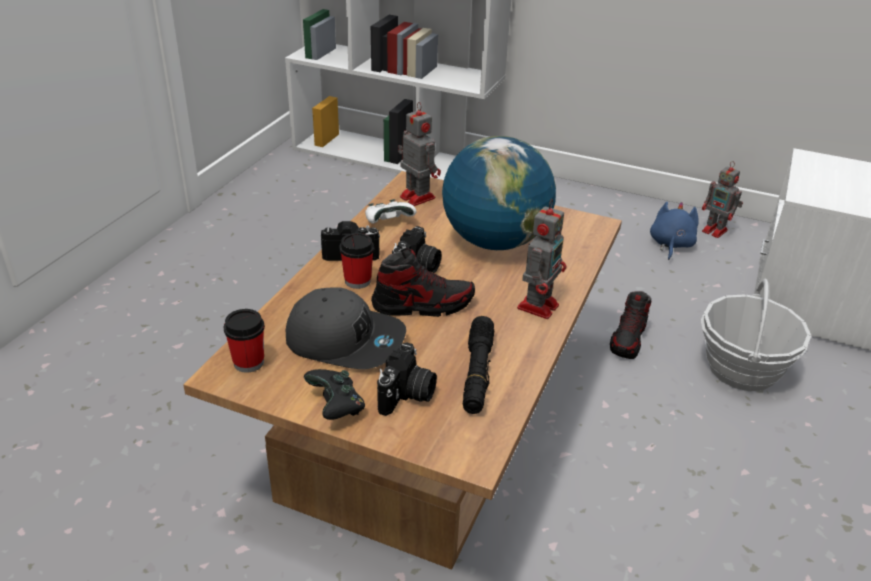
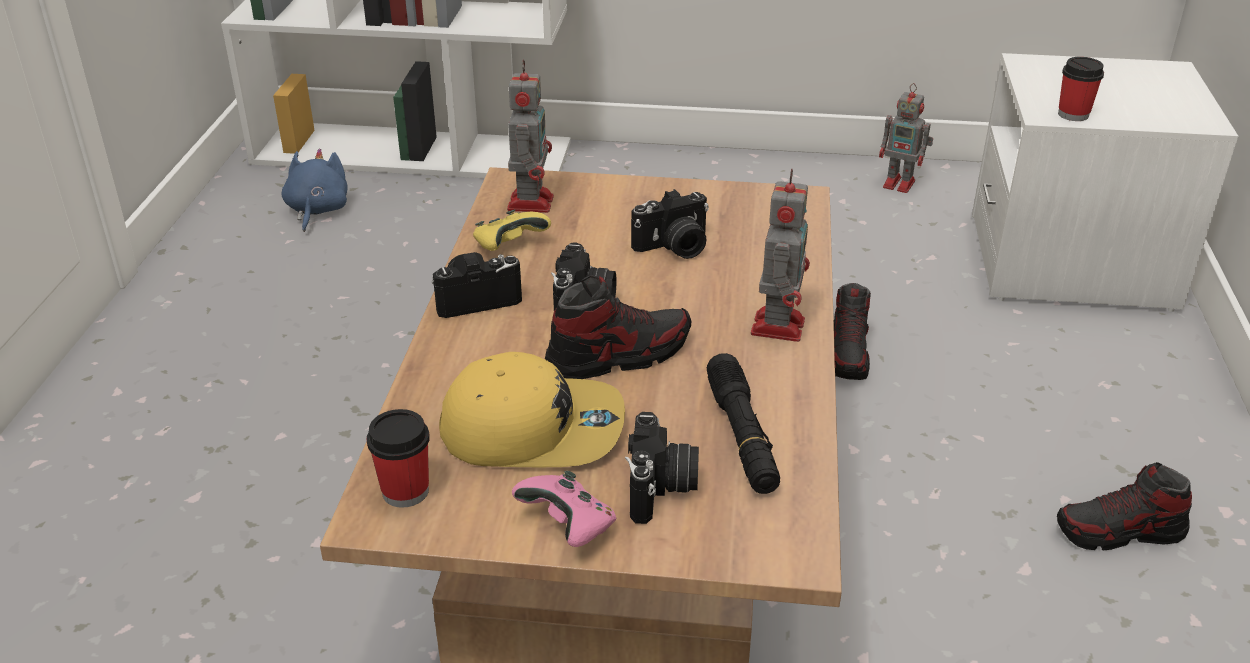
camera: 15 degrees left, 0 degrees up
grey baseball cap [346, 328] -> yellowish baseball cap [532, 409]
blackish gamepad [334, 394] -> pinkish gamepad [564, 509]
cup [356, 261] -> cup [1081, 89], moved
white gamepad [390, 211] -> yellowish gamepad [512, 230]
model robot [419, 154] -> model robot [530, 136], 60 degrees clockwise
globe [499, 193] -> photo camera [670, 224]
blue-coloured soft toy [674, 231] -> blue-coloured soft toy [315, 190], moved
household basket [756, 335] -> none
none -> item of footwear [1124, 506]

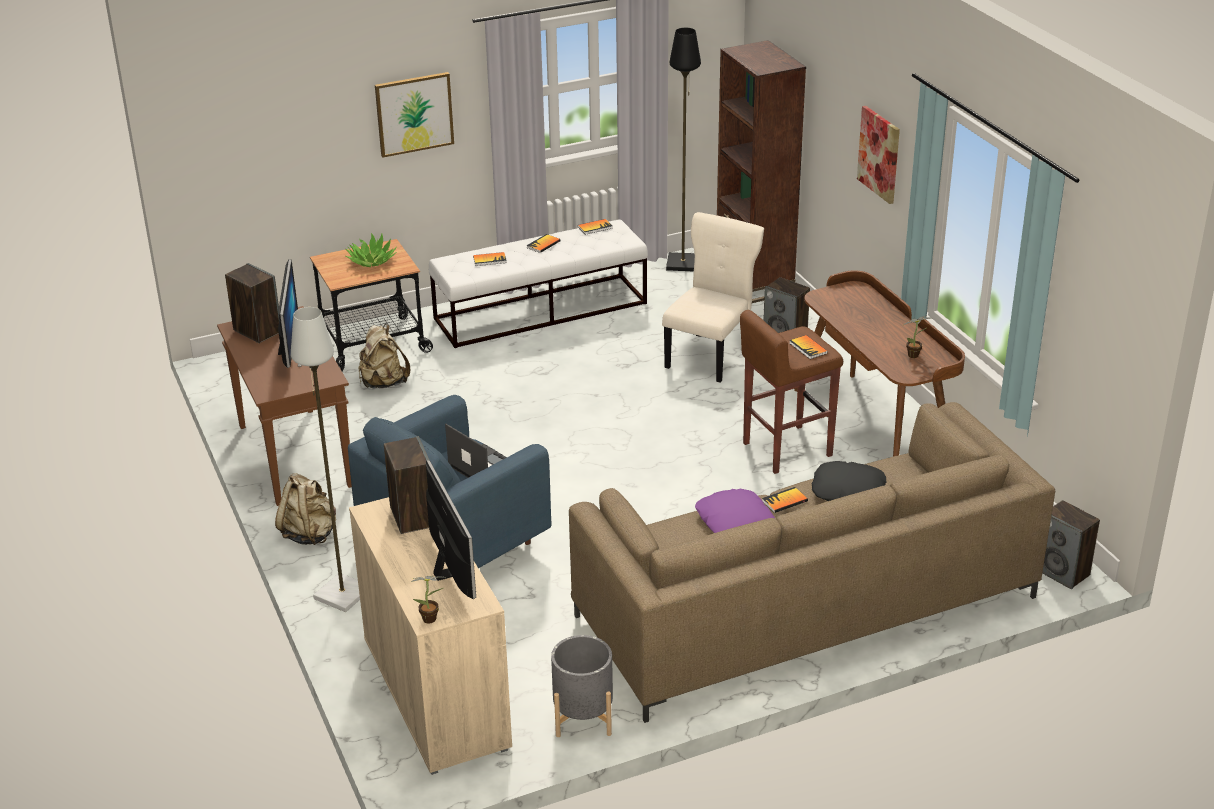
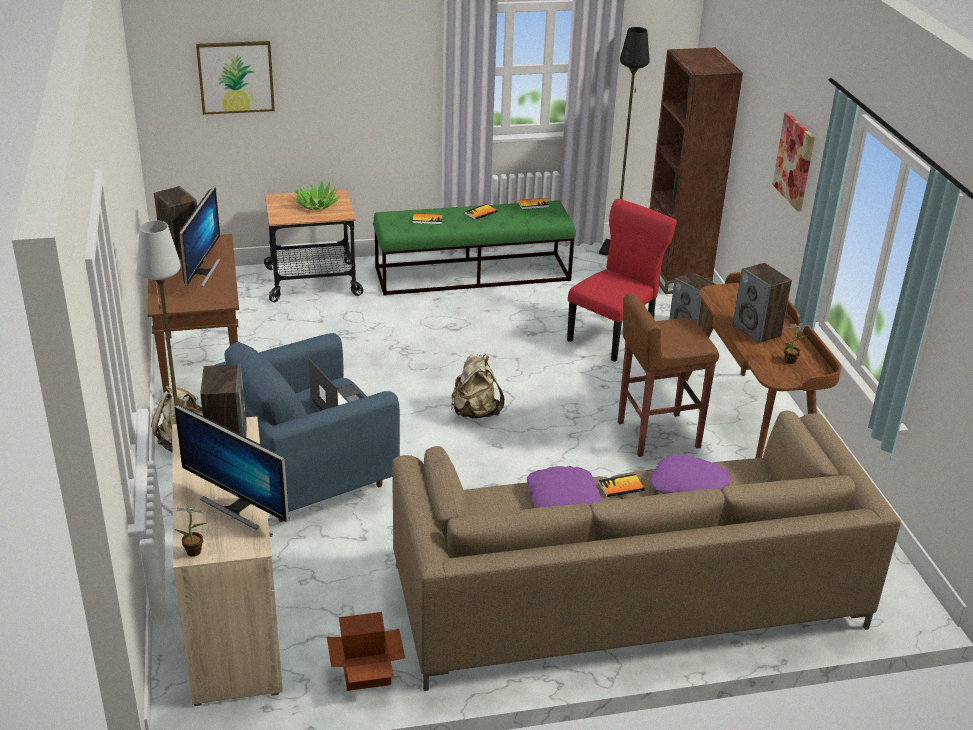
camera: 10 degrees right, 0 degrees up
beige knapsack [384, 356] -> beige knapsack [477, 385], moved
picture [414, 114] -> picture [235, 78], moved
computer screen [451, 529] -> computer screen [232, 467], 135 degrees clockwise
white indoor bench [538, 283] -> greenish indoor bench [474, 248]
grey flower pot [582, 686] -> cardboard box [366, 651]
beige plain chair [713, 297] -> red plain chair [622, 280]
bound book [808, 347] -> none
blackish pillow [849, 481] -> purplish pillow [690, 474]
speaker [1071, 544] -> speaker [762, 303], moved

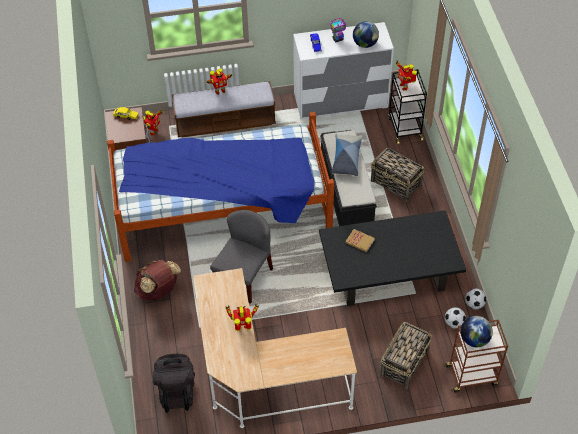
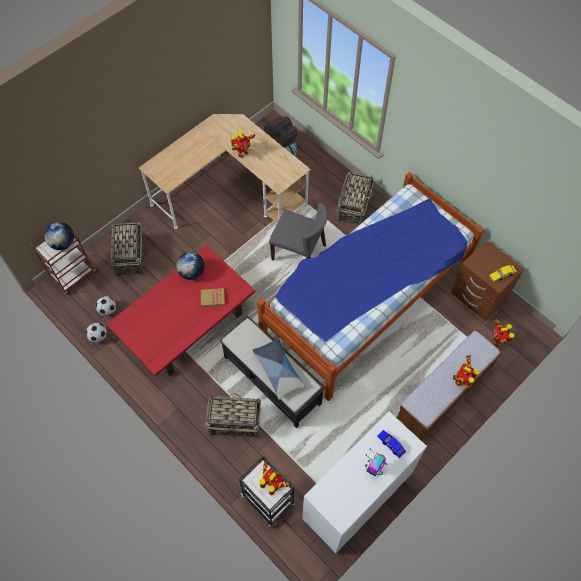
camera: 145 degrees right, 10 degrees up
brownish knapsack [157, 280] -> household basket [355, 198]
grey plain chair [241, 257] -> grey plain chair [298, 232], 60 degrees counterclockwise
blackish low table [392, 258] -> red low table [181, 310]
globe [366, 34] -> globe [190, 266], moved

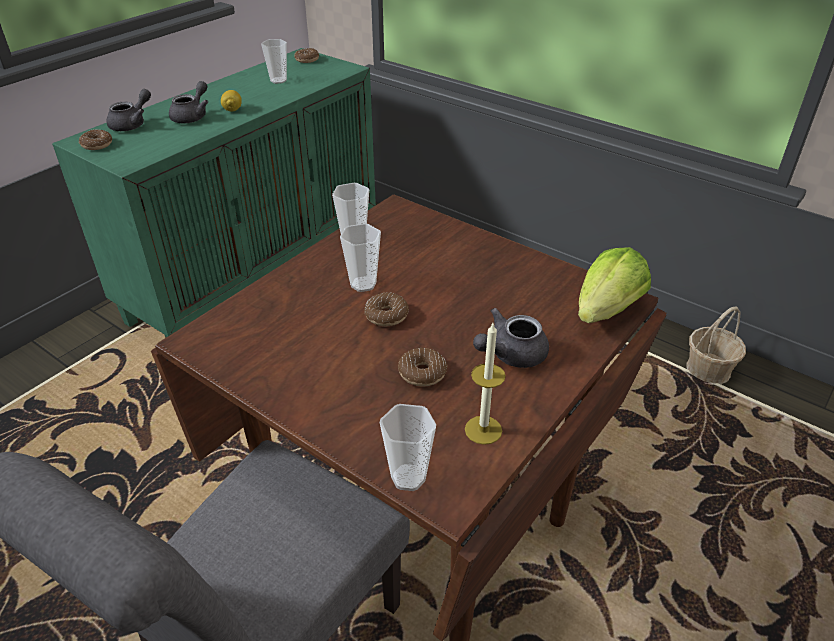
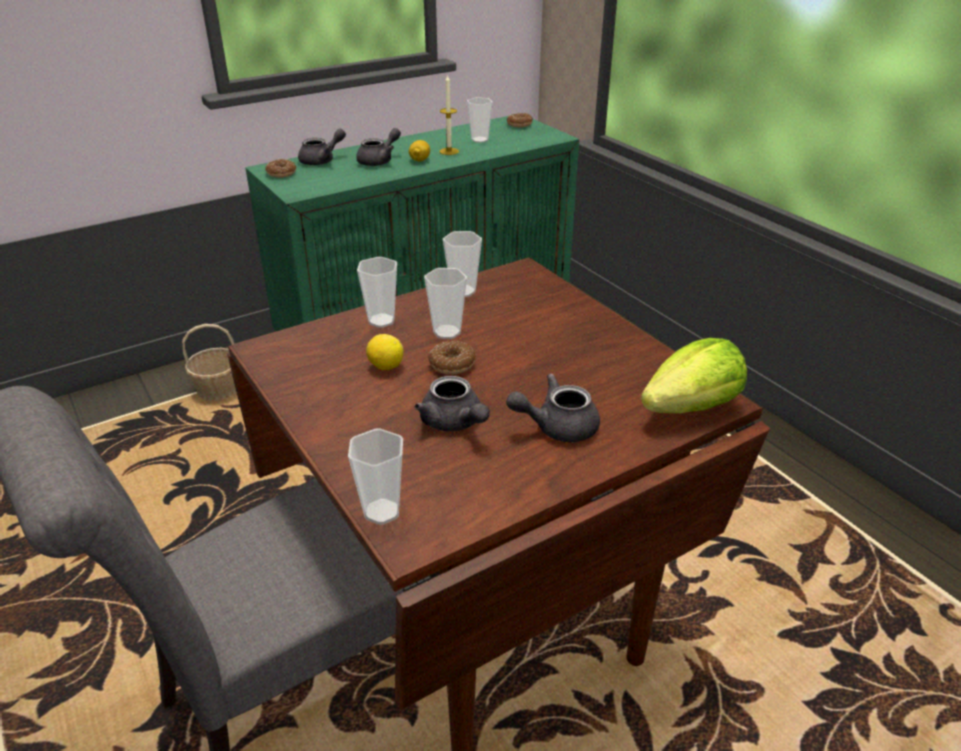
camera: 20 degrees right, 5 degrees down
doughnut [422, 367] -> grey teapot [452, 404]
candle [485, 384] -> candle [449, 114], moved
household basket [716, 345] -> household basket [209, 362], moved
none -> cup [377, 292]
none -> citrus fruit [384, 352]

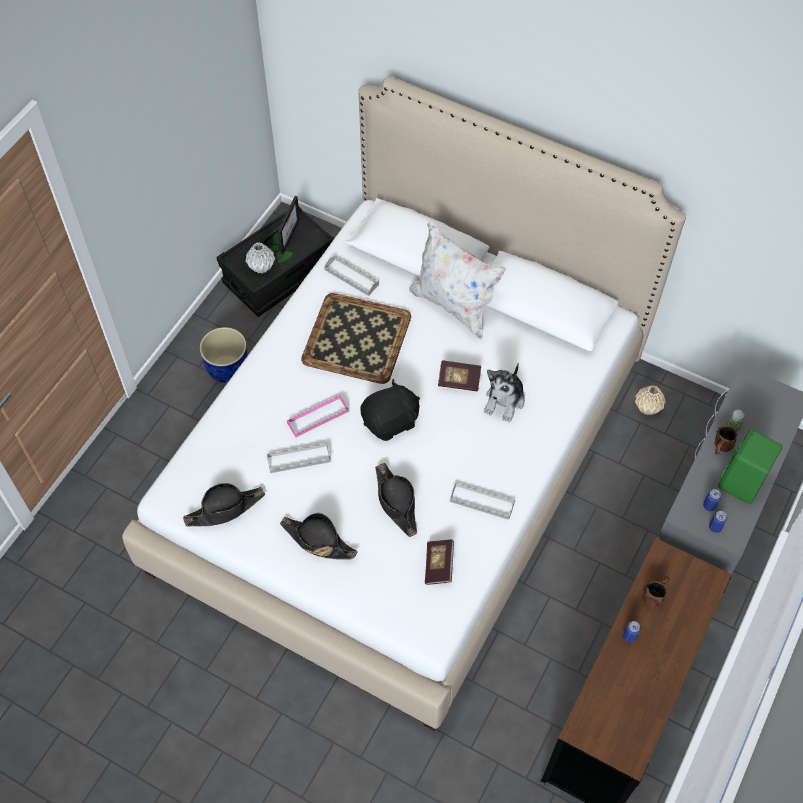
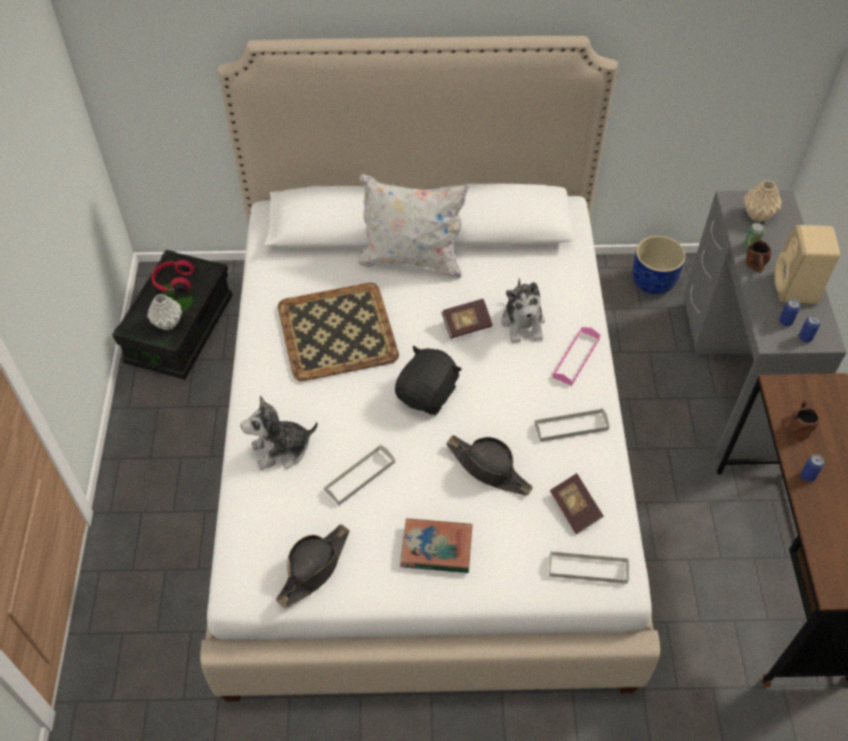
camera: 30 degrees left, 5 degrees down
blue-coloured flower pot [223, 355] -> blue-coloured flower pot [659, 265], moved
picture frame [281, 225] -> red headphones [172, 276]
blackish hat [319, 536] -> bound book [436, 545]
pinkish serving tray [318, 416] -> pinkish serving tray [576, 356], moved
grey serving tray [351, 276] -> grey serving tray [589, 567], moved
beige decorative vase [650, 400] -> beige decorative vase [763, 201], moved
greenish speaker [750, 466] -> beige speaker [807, 264]
none -> soft toy [279, 432]

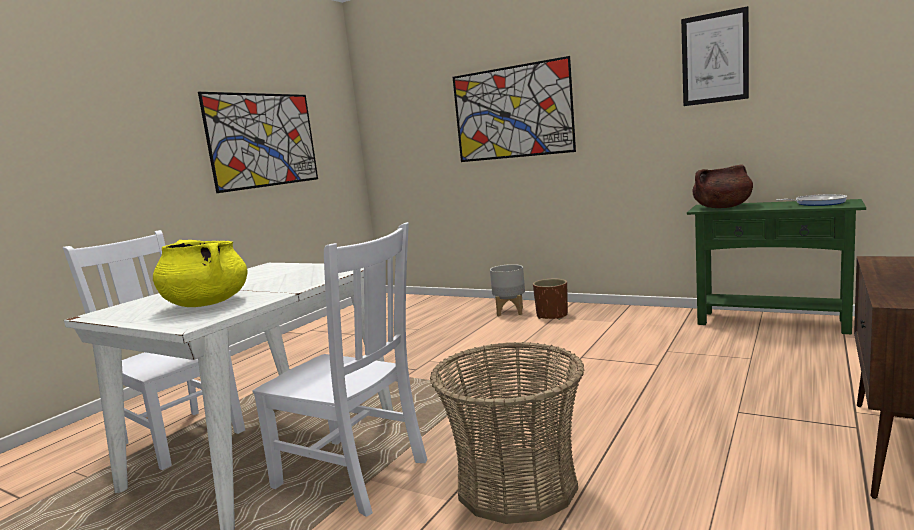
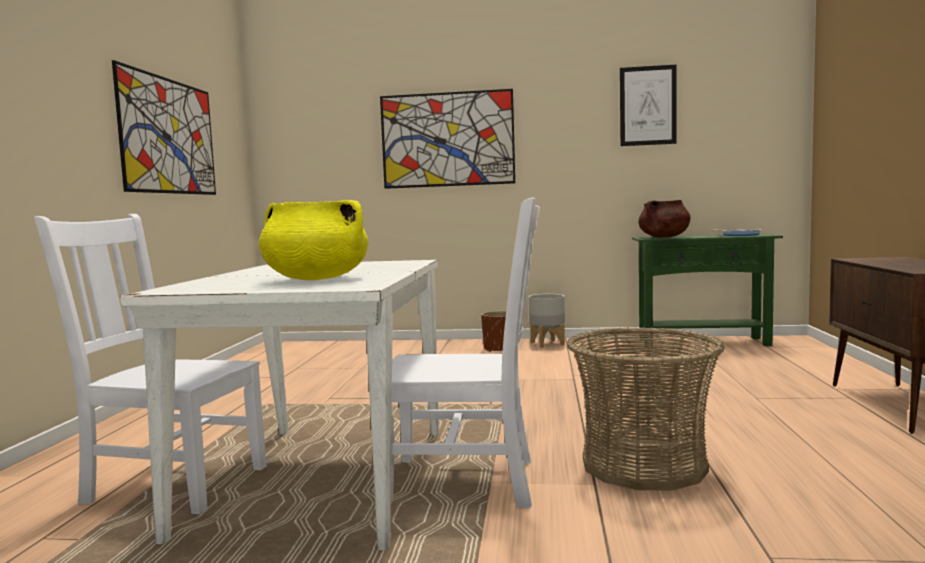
camera: 25 degrees left, 5 degrees down
grey flower pot [507, 290] -> grey flower pot [547, 321], moved

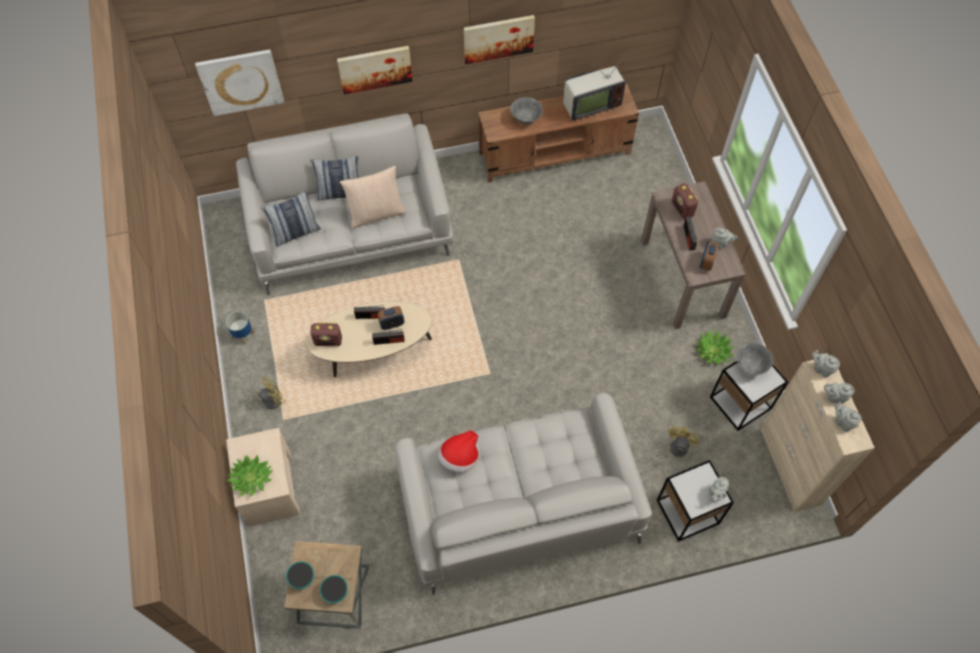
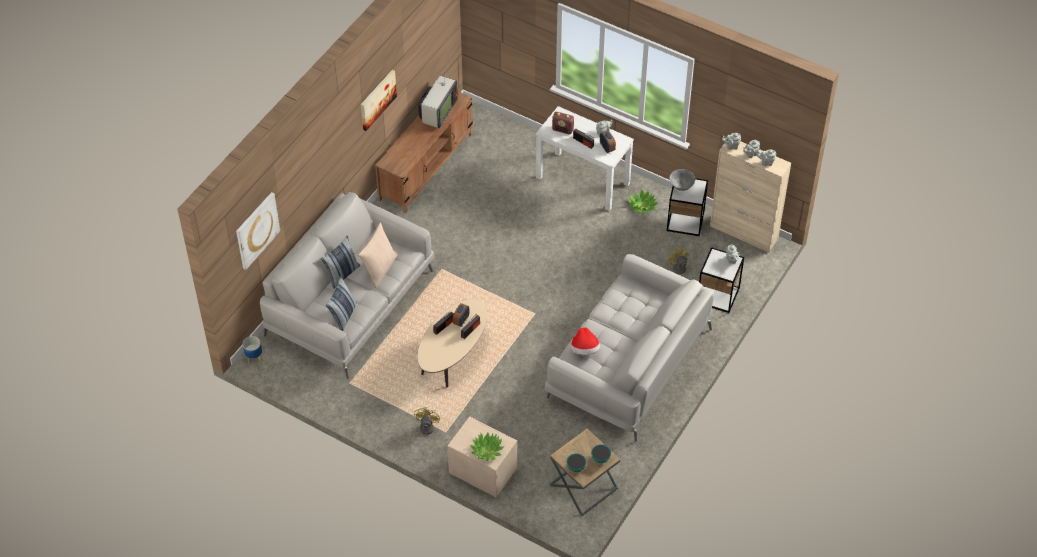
camera: 45 degrees left, 10 degrees down
flower pot [240, 327] -> flower pot [252, 350], moved
radio receiver [326, 334] -> none
picture [374, 70] -> none
grey bowl [526, 110] -> none
brownish hall table [693, 255] -> white hall table [585, 158]

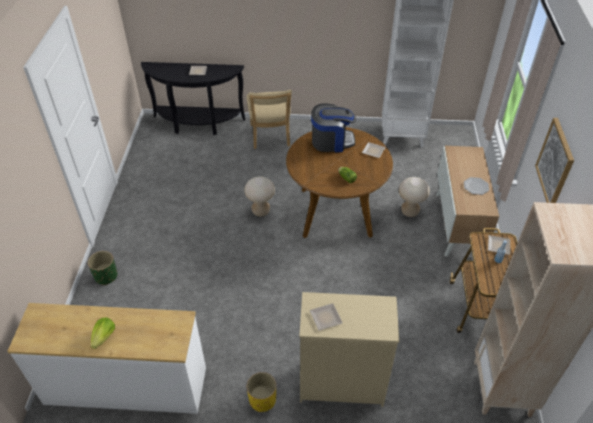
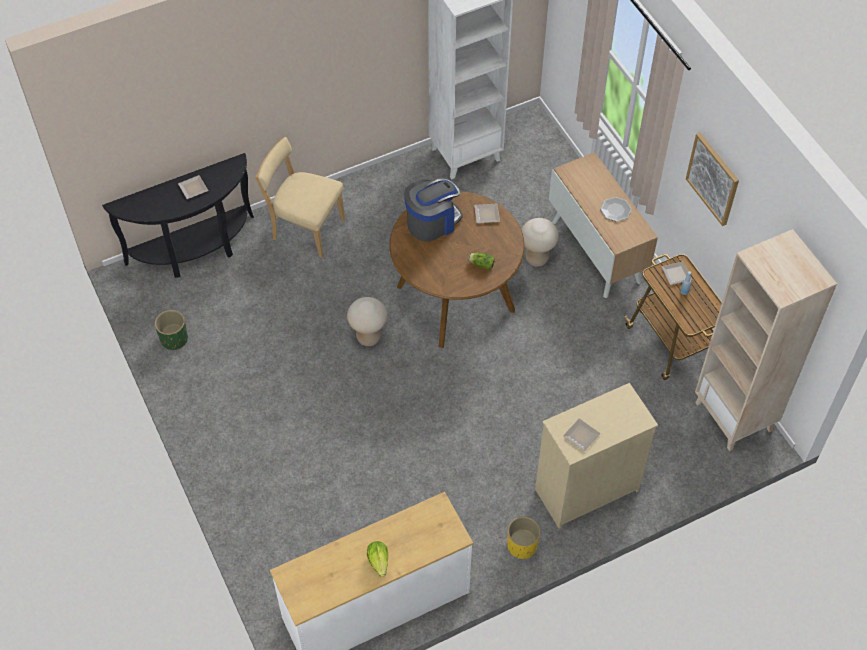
camera: 30 degrees left, 10 degrees up
greenish flower pot [103, 268] -> greenish flower pot [171, 330], moved
beige plain chair [269, 119] -> beige plain chair [300, 197], 150 degrees clockwise

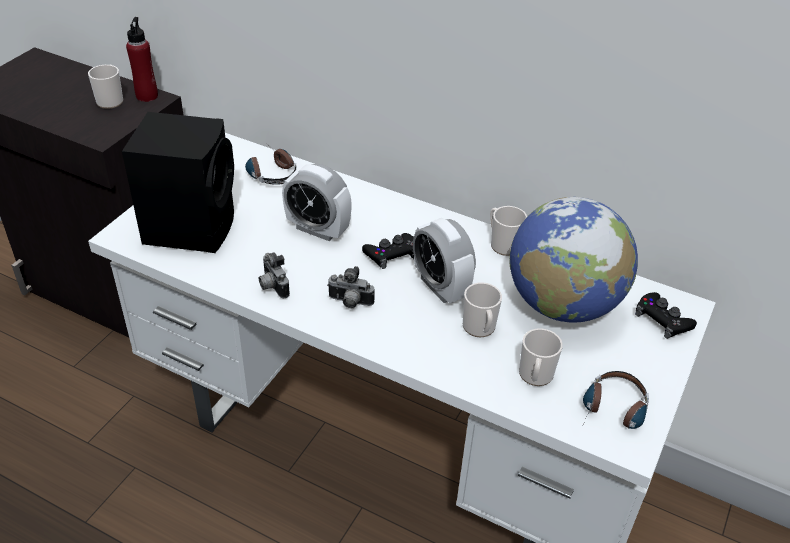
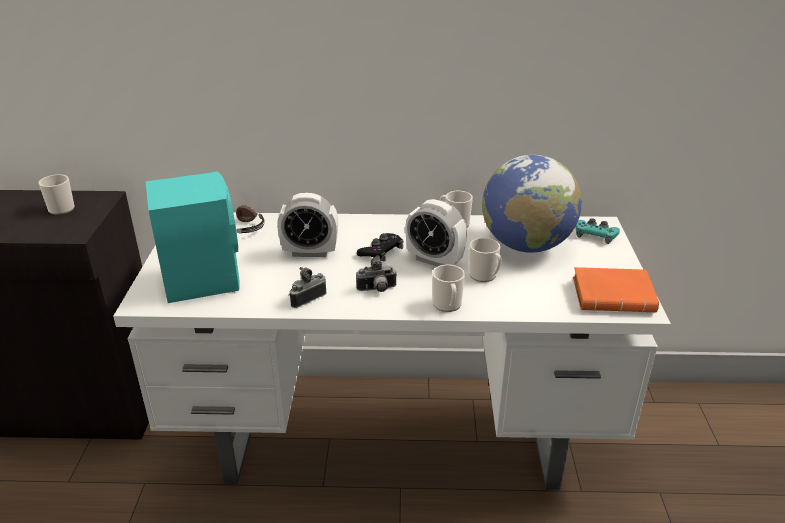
camera: 25 degrees left, 10 degrees down
blackish speaker [178, 182] -> blue-green speaker [193, 237]
red drink bottle [142, 59] -> none
photo camera [274, 275] -> photo camera [307, 287], 105 degrees clockwise
mug [541, 357] -> mug [448, 288], moved
headphones [615, 400] -> orange-coloured bound book [616, 290]
blackish gamepad [666, 315] -> blue-green gamepad [597, 231]

